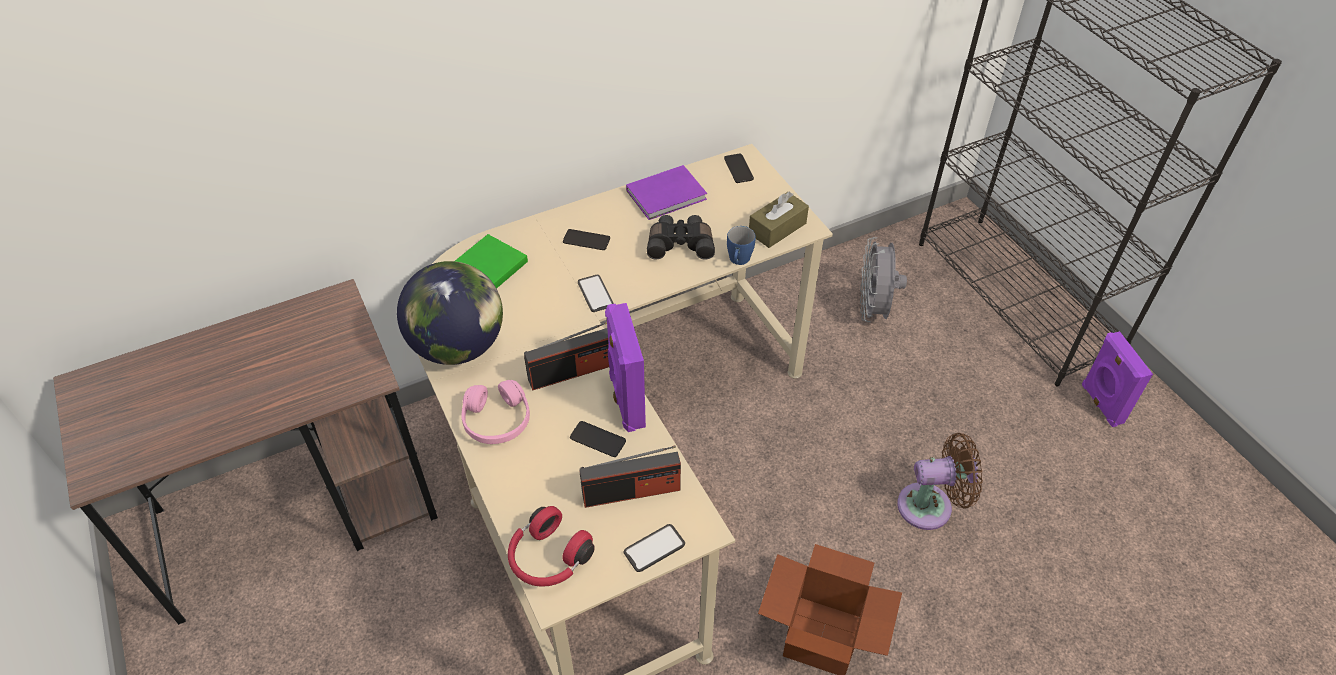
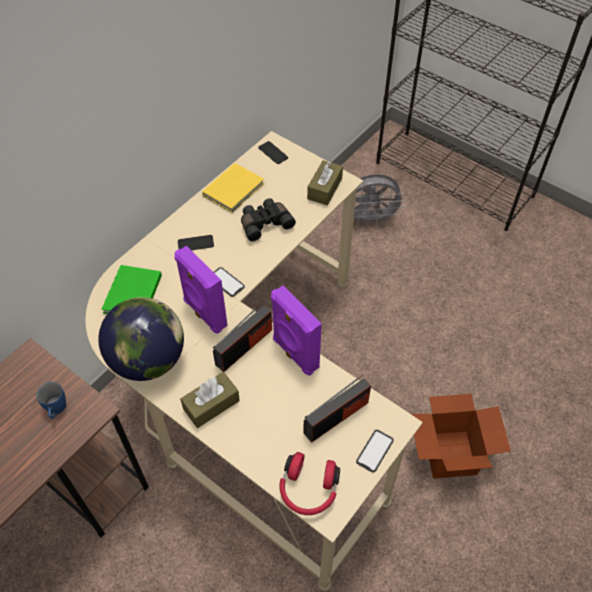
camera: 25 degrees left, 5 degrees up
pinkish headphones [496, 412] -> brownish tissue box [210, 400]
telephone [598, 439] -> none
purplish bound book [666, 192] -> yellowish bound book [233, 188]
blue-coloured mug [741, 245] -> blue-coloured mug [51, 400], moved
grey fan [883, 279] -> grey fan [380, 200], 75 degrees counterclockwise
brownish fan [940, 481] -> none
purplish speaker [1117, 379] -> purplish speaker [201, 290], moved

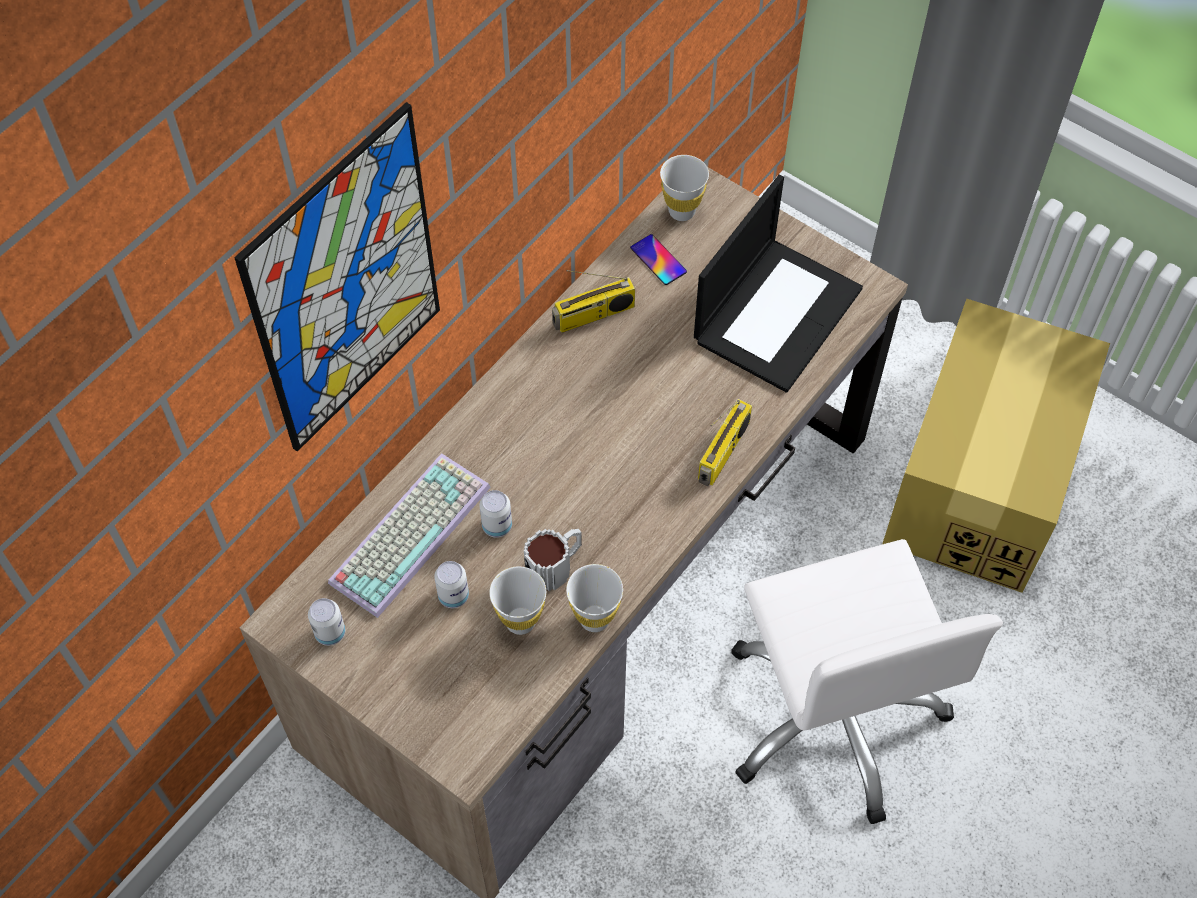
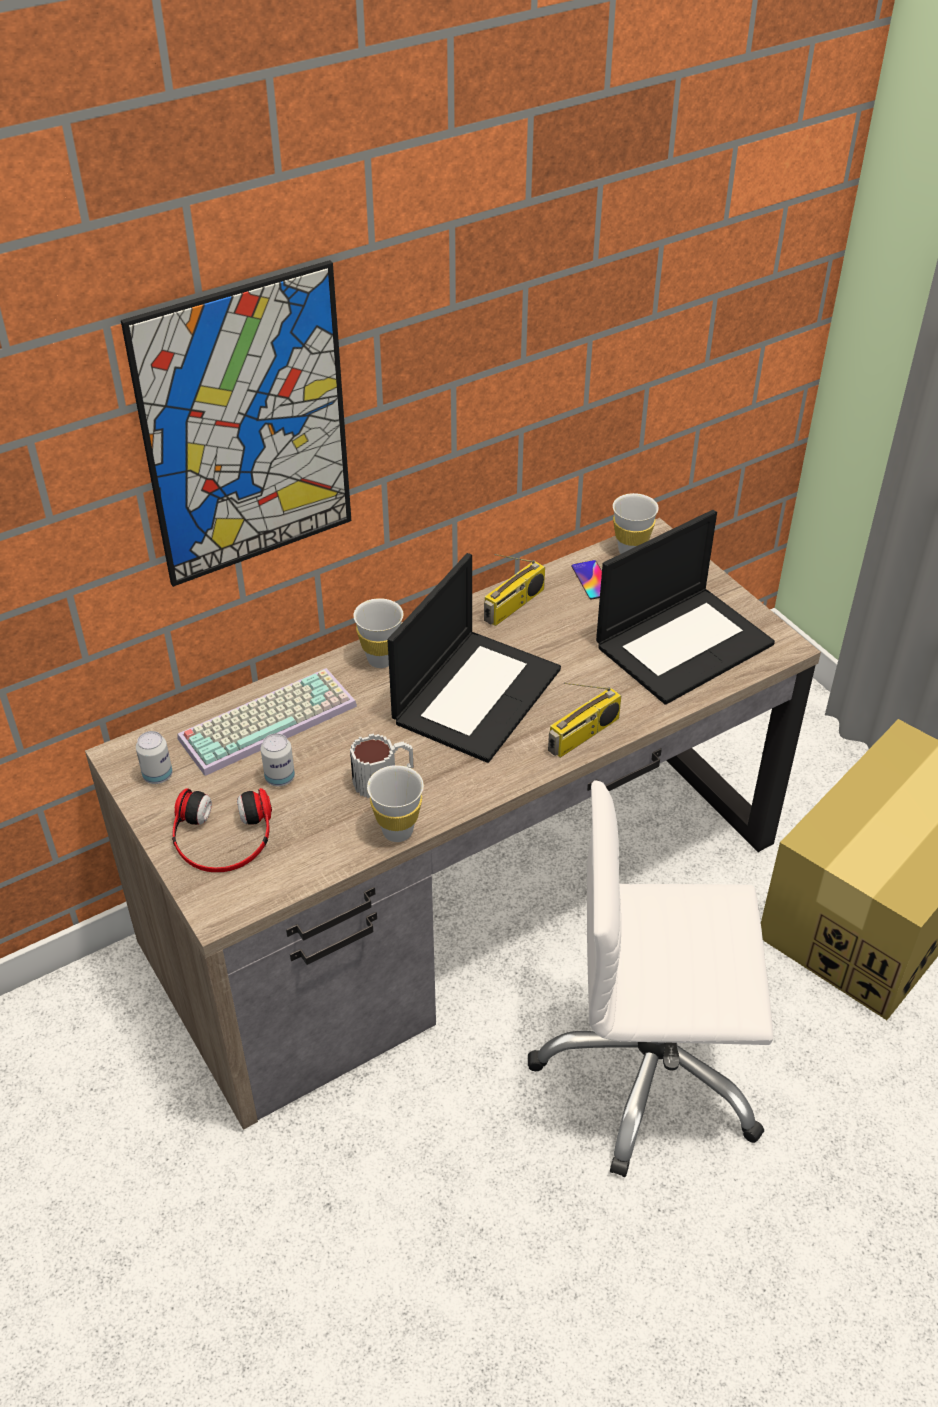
camera: 20 degrees right, 15 degrees down
sealed can [495, 514] -> none
white cup [517, 600] -> white cup [378, 633], moved
radio receiver [593, 301] -> radio receiver [514, 590], 45 degrees counterclockwise
white desk chair [867, 681] -> white desk chair [650, 978], 90 degrees clockwise
none -> headphones [222, 830]
none -> notebook computer [474, 658]

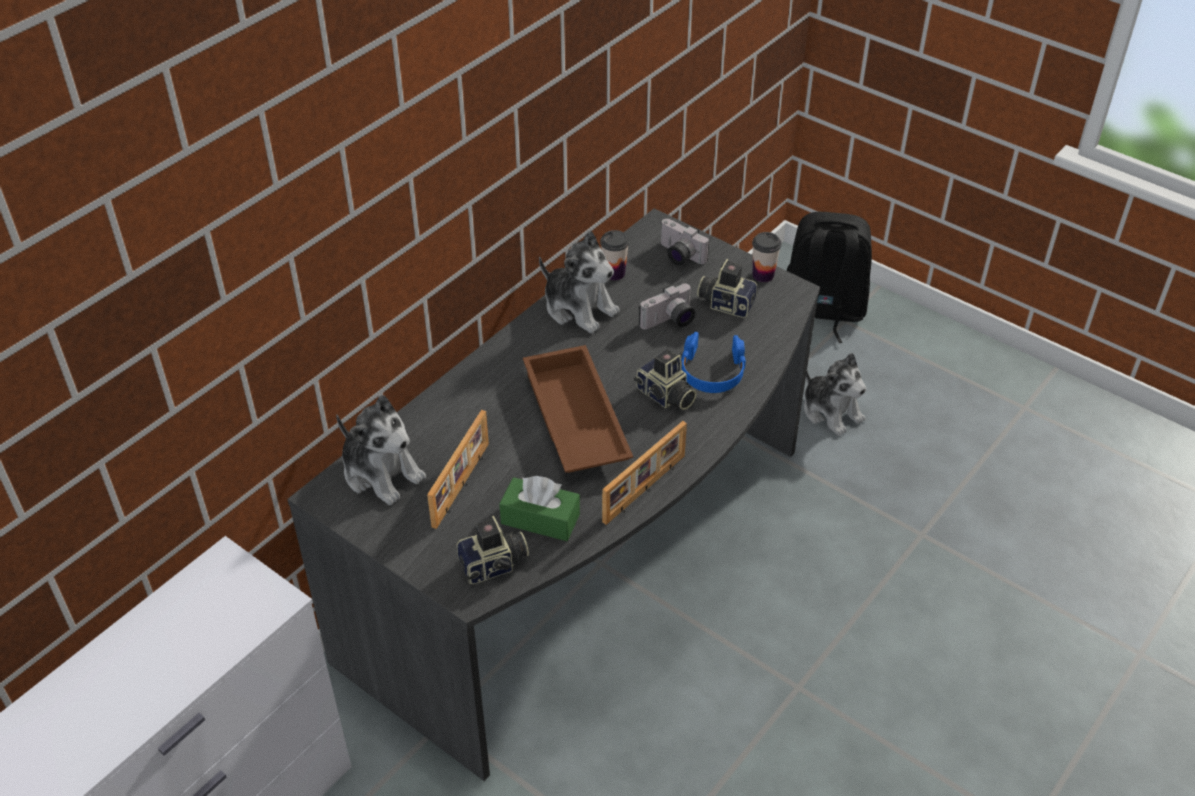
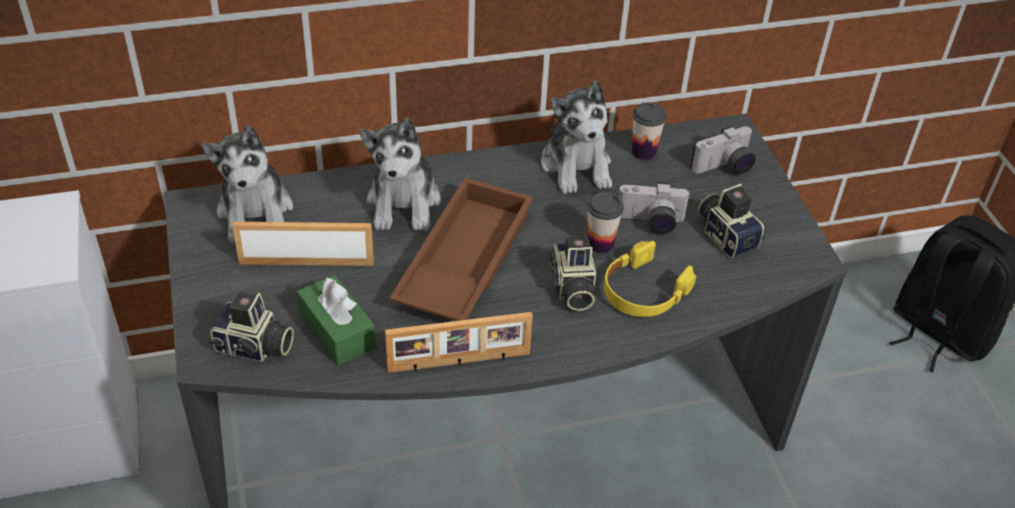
camera: 35 degrees right, 0 degrees up
picture frame [458, 469] -> picture frame [303, 244], 150 degrees counterclockwise
photo camera [685, 242] -> photo camera [723, 150], 105 degrees counterclockwise
blue-coloured headphones [713, 362] -> yellowish headphones [650, 279]
cup [766, 257] -> cup [605, 222], moved
soft toy [835, 394] -> soft toy [400, 174], moved

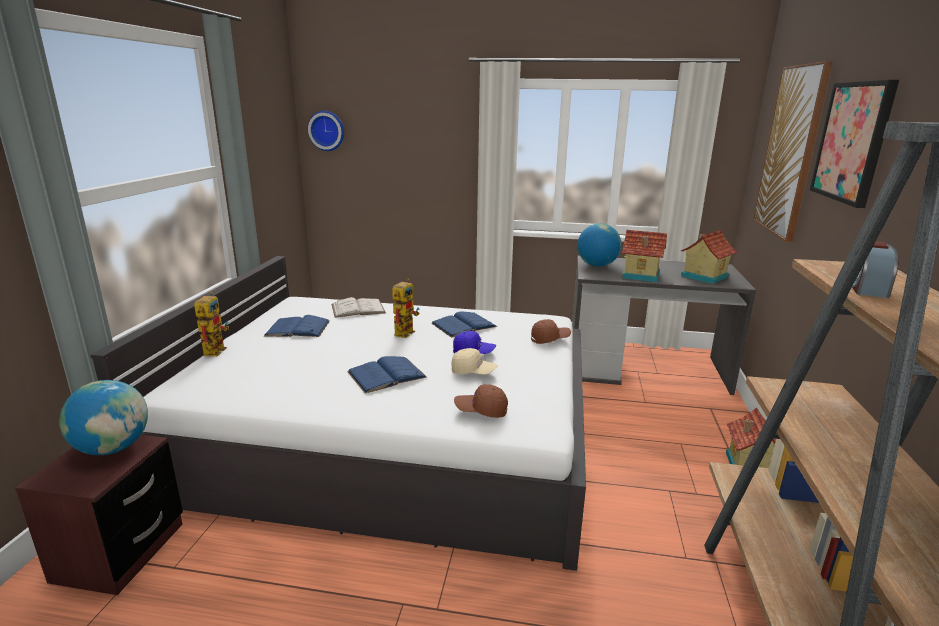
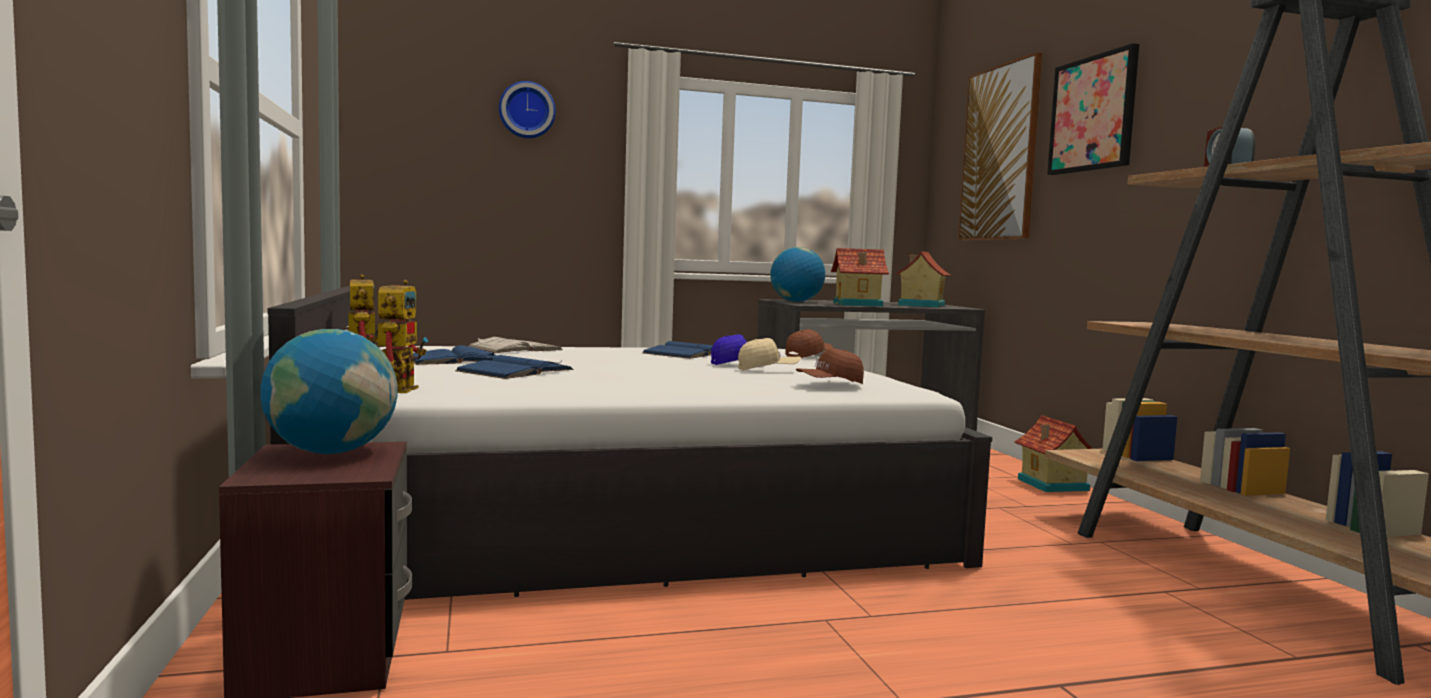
camera: 25 degrees left, 15 degrees down
wall clock [326, 131] -> wall clock [527, 109], moved
blue-coloured bound book [387, 374] -> blue-coloured bound book [514, 367], moved
model robot [406, 308] -> model robot [403, 336], moved

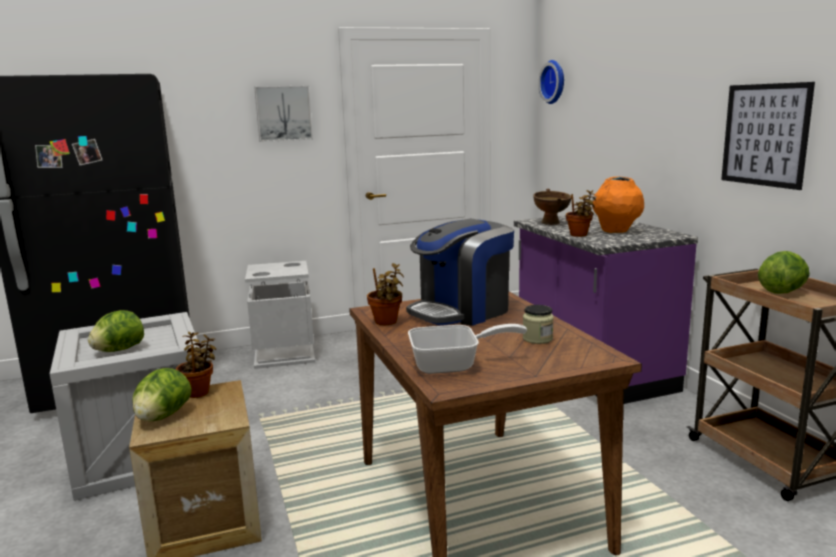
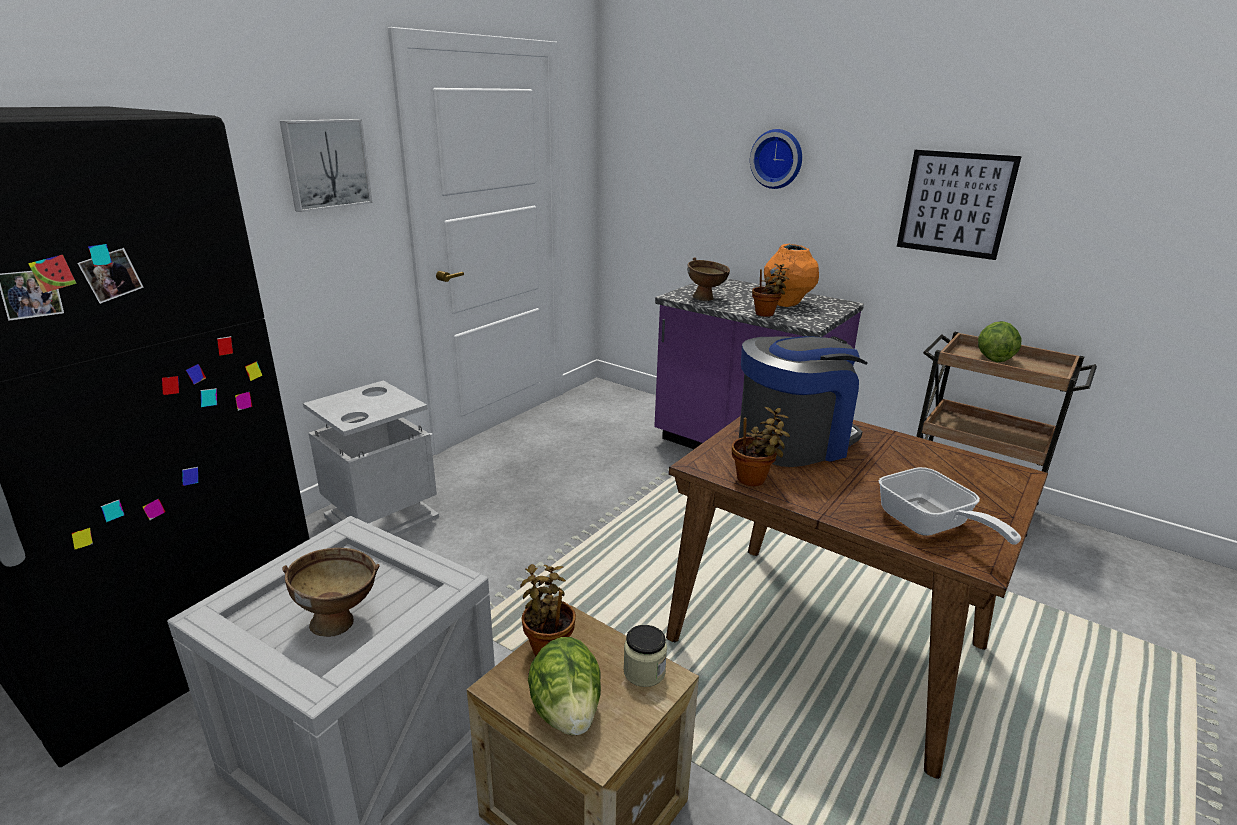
camera: 35 degrees left, 10 degrees up
lettuce head [116, 331] -> brownish bowl [331, 592]
coffee machine [460, 272] -> coffee machine [803, 401], 135 degrees counterclockwise
frying pan [467, 349] -> frying pan [950, 506], 105 degrees clockwise
preserve jar [538, 324] -> preserve jar [645, 656], moved
wall clock [551, 82] -> wall clock [776, 159], moved

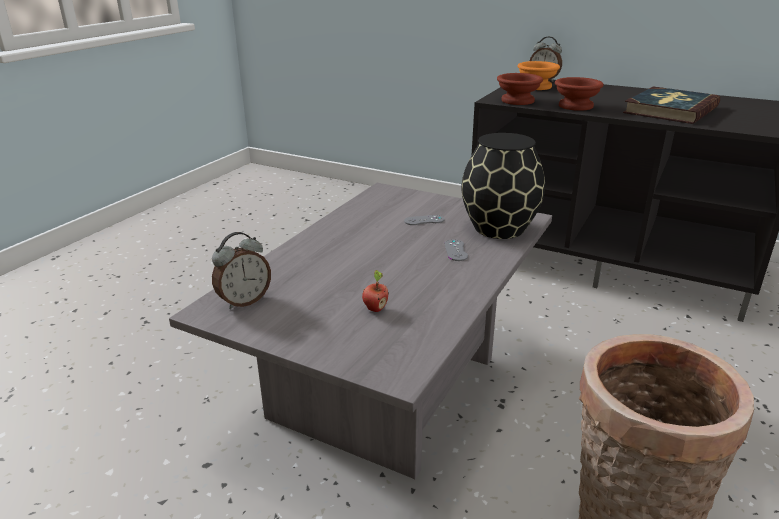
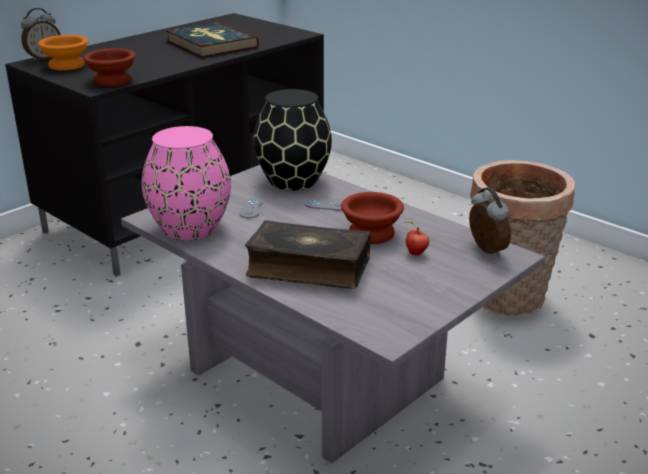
camera: 75 degrees left, 0 degrees up
table clock [241, 271] -> table clock [490, 222], moved
brownish bowl [579, 94] -> brownish bowl [372, 218], moved
none -> pinkish decorative vase [186, 183]
none -> bound book [308, 254]

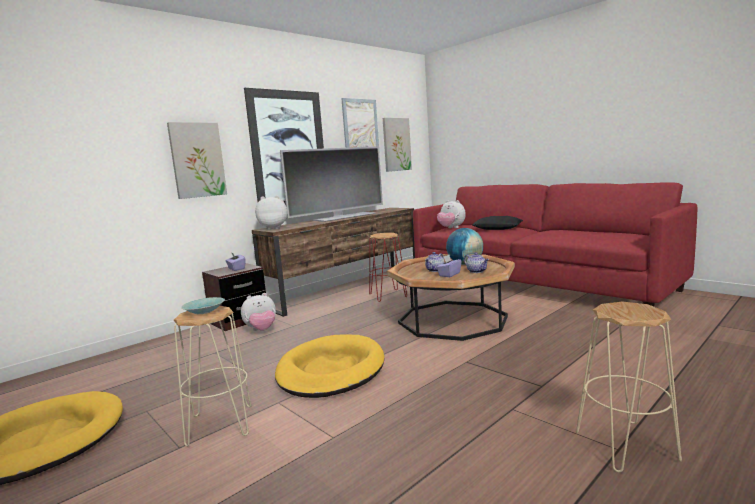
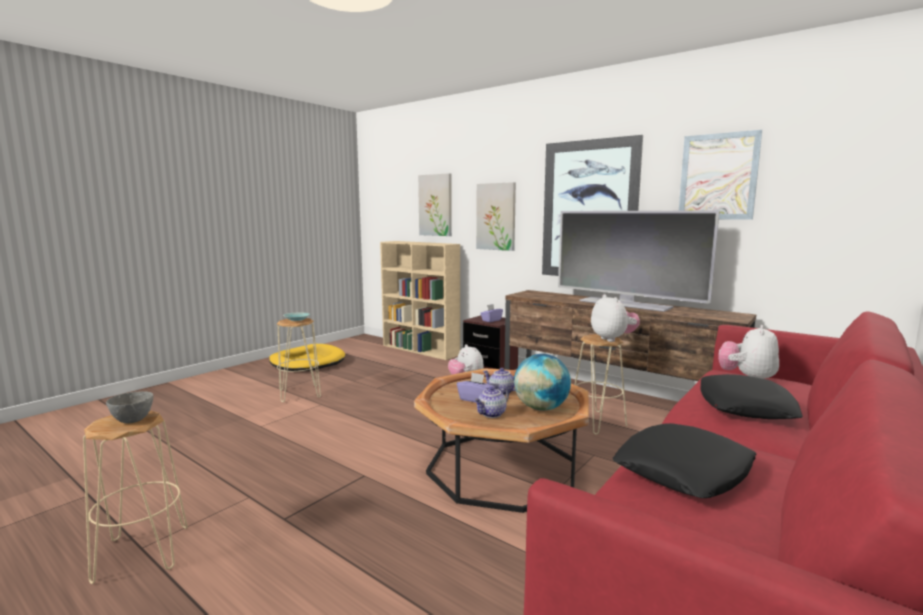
camera: 80 degrees right, 0 degrees up
soft toy [271, 212] -> soft toy [615, 318], moved
yellowish dog cushion [330, 366] -> none
red stool seat [388, 267] -> beige stool seat [601, 384]
picture [397, 145] -> picture [435, 204], moved
none -> grey bowl [129, 407]
none -> beige bookcase [420, 300]
none -> blackish pillow [684, 460]

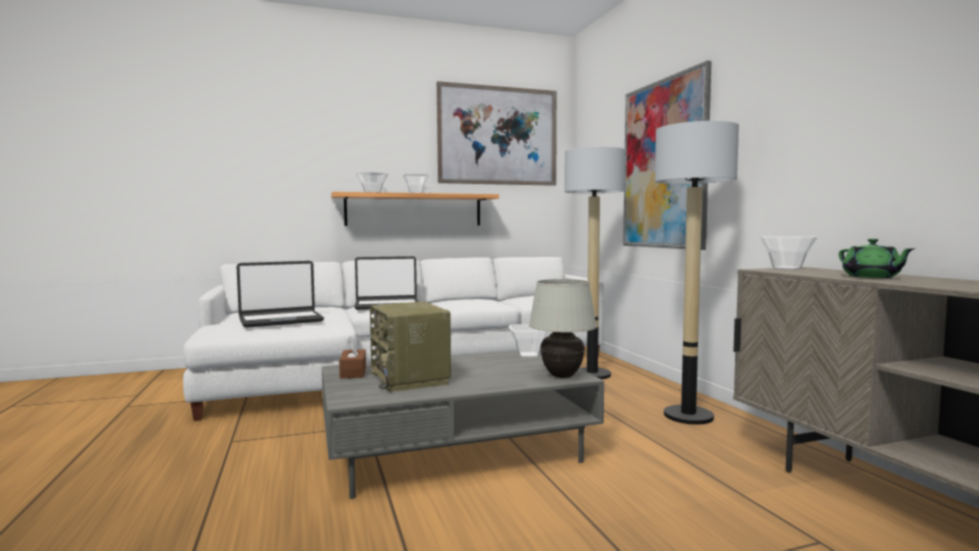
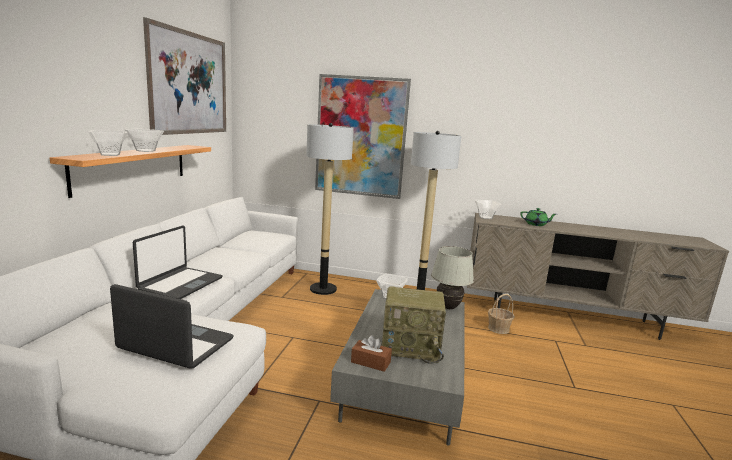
camera: 60 degrees left, 10 degrees up
notebook computer [280, 294] -> notebook computer [172, 326], 75 degrees counterclockwise
none -> household basket [501, 314]

